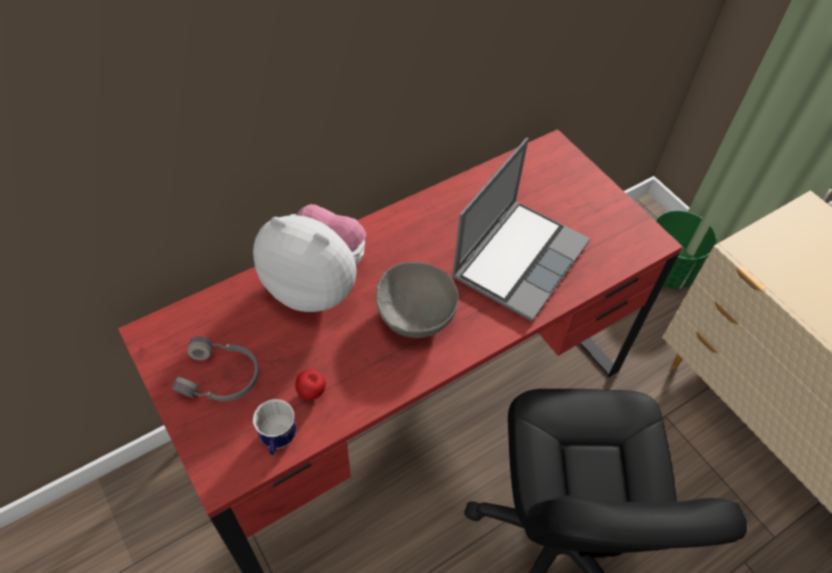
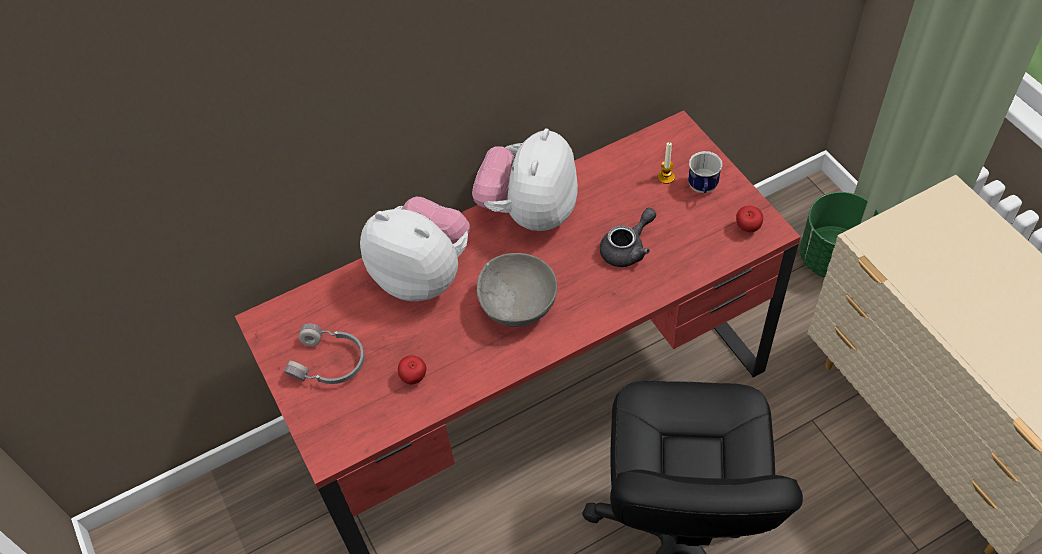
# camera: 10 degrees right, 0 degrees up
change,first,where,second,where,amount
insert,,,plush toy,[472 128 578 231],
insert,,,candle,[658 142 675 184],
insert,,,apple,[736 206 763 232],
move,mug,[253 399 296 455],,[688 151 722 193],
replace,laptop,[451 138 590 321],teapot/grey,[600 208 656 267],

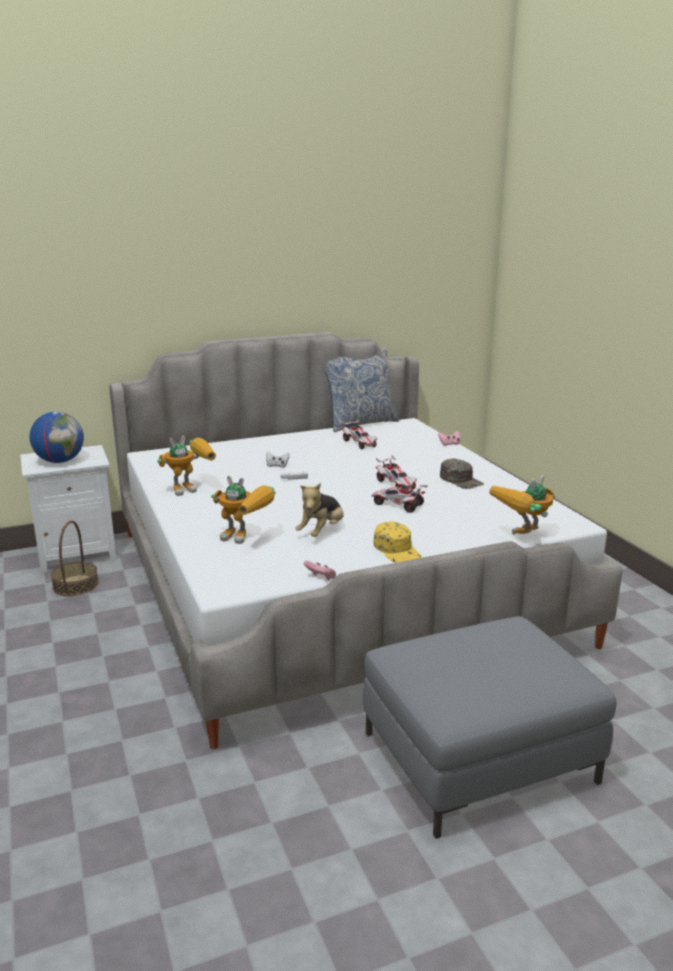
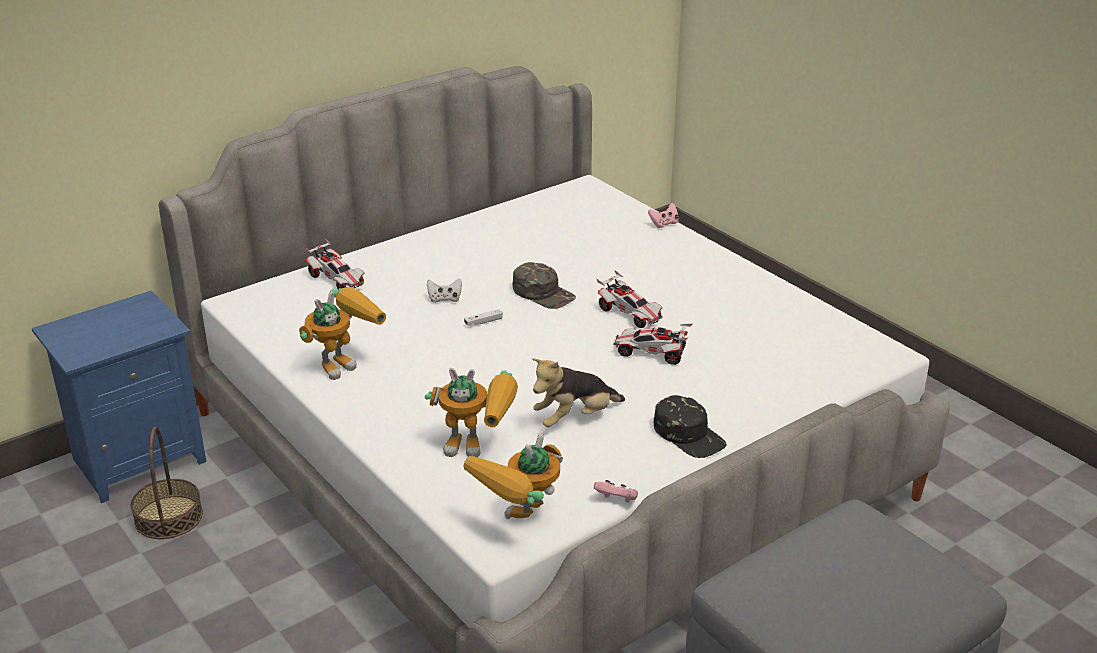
# camera: 15 degrees left, 10 degrees up
change,first,where,second,where,amount
delete,globe,[29 412 84 463],,,
delete,pillow,[325 348 399 432],,,
move,toy car,[342 419 377 449],,[304 238 365 289],
move,cap/green,[440 458 484 489],,[513 262 576 309],
move,toy robot,[489 475 555 535],,[463 433 563 519],
recolor,nightstand/white,[20 445 117 573],nightstand/blue,[32 291 206 503],
recolor,cap/yellow,[374 521 421 563],cap/black,[654 395 727 458],
rotate,plush toy,[295 483 344 537],,[532 358 625 427],45 degrees clockwise

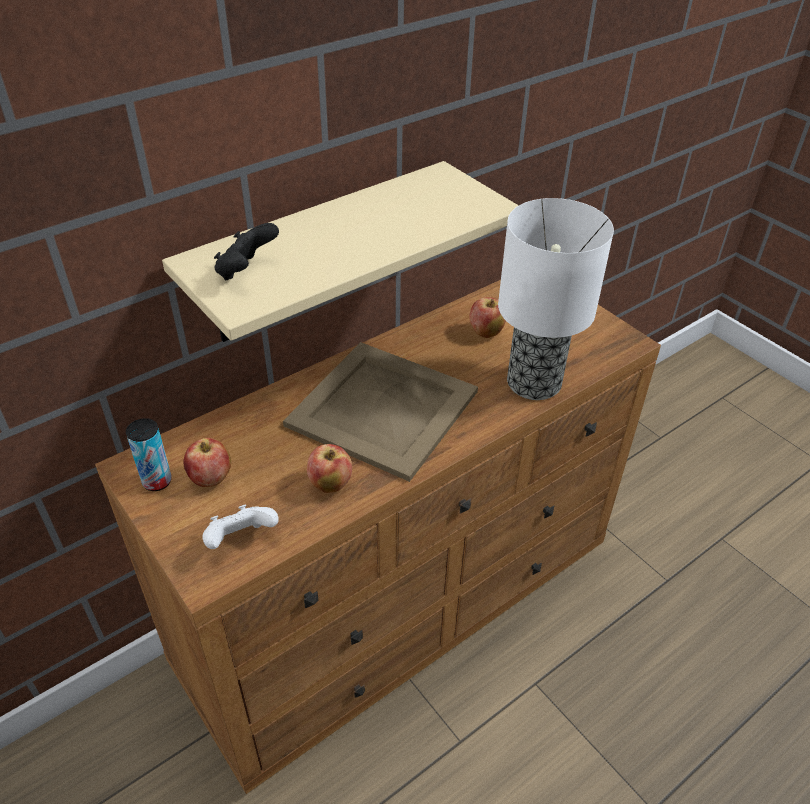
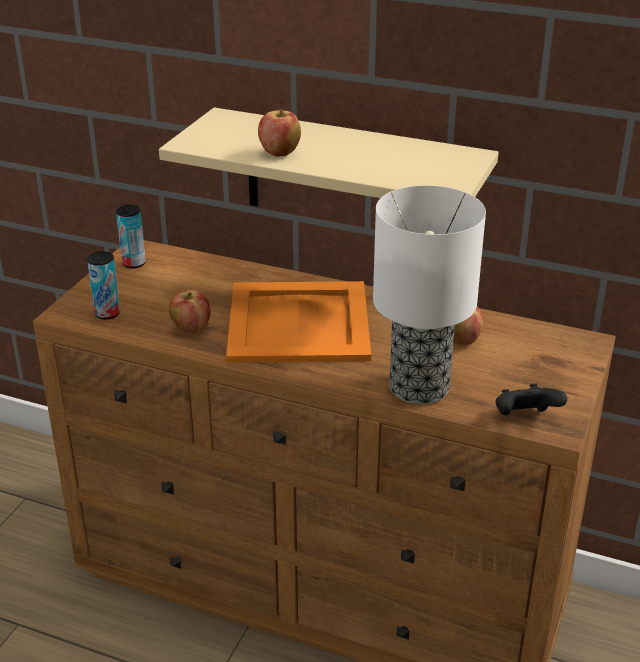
# camera: 60 degrees right, 10 degrees down
change,first,where,second,where,amount
move,apple,[183 438 231 487],,[258 109 301 156],
move,game controller/black,[214 223 279 281],,[496 384 567 415],
replace,game controller/white,[202 504 279 549],can,[87 251 120 320],
recolor,tray/beige,[283 342 478 482],tray/orange,[226 281 371 363],

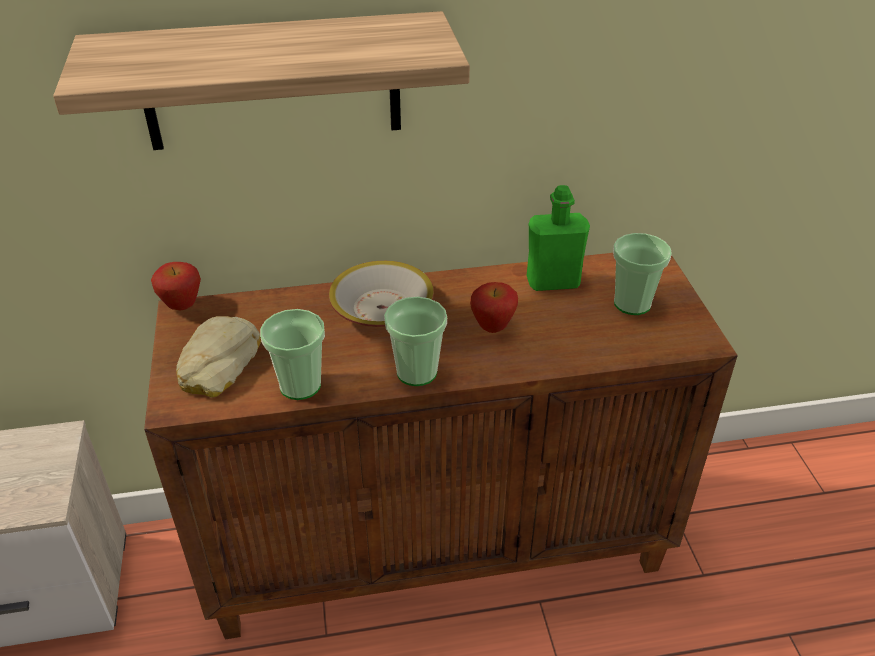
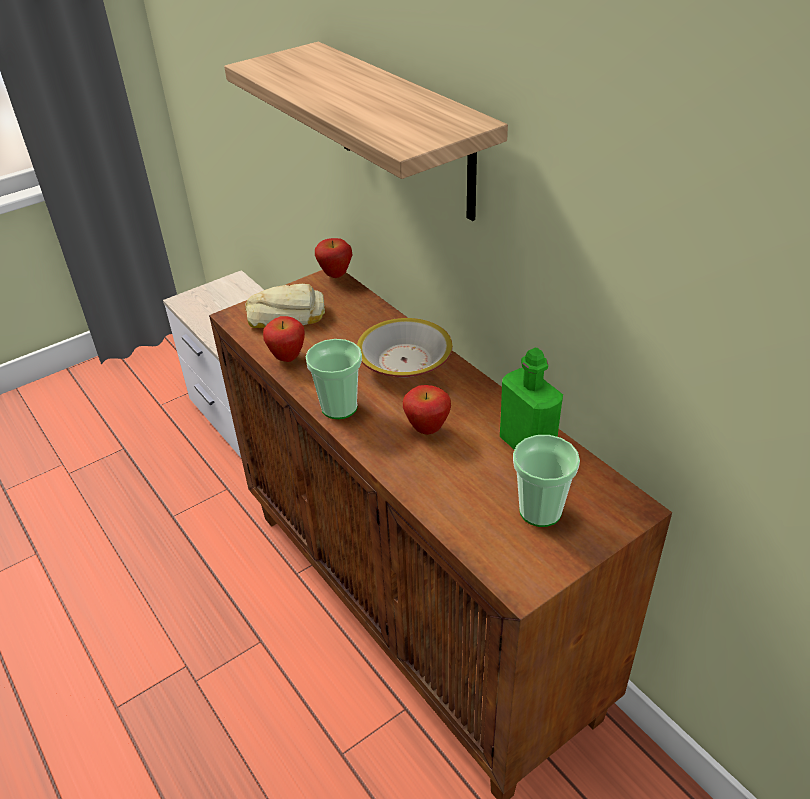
# camera: 65 degrees right, 0 degrees up
change,first,where,second,where,amount
replace,cup,[260 309 325 400],apple,[263 316 305 362],

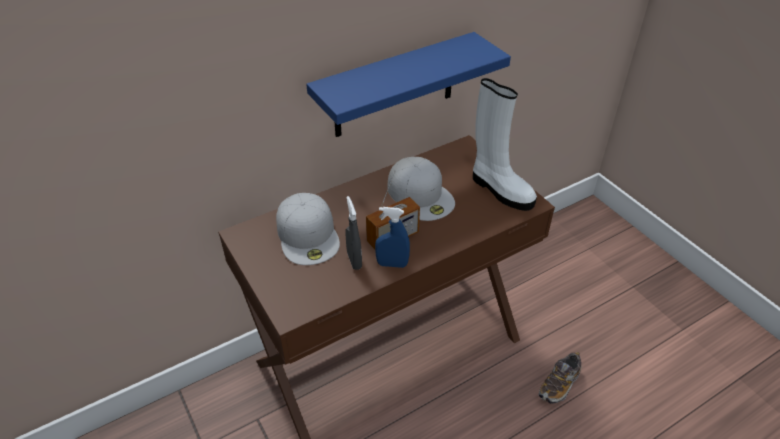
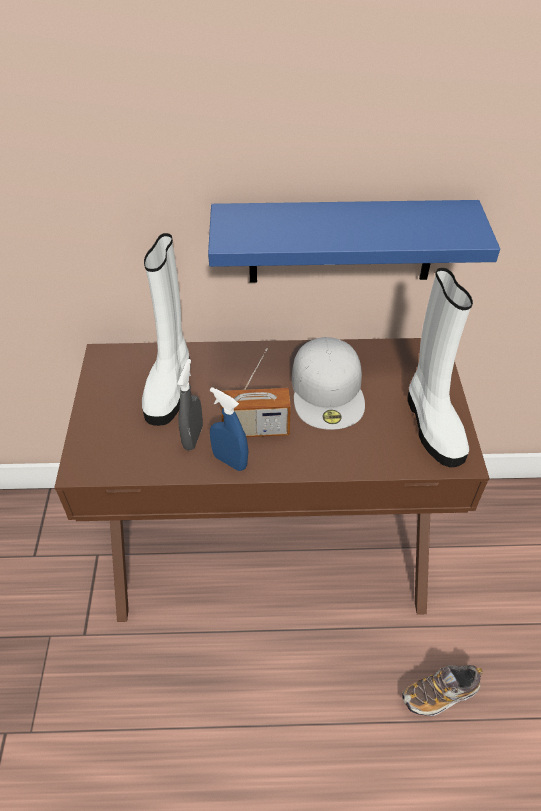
# camera: 30 degrees right, 5 degrees up
change,first,where,second,where,amount
replace,cap/white,[276 193 340 265],boot/white,[142 233 190 426],

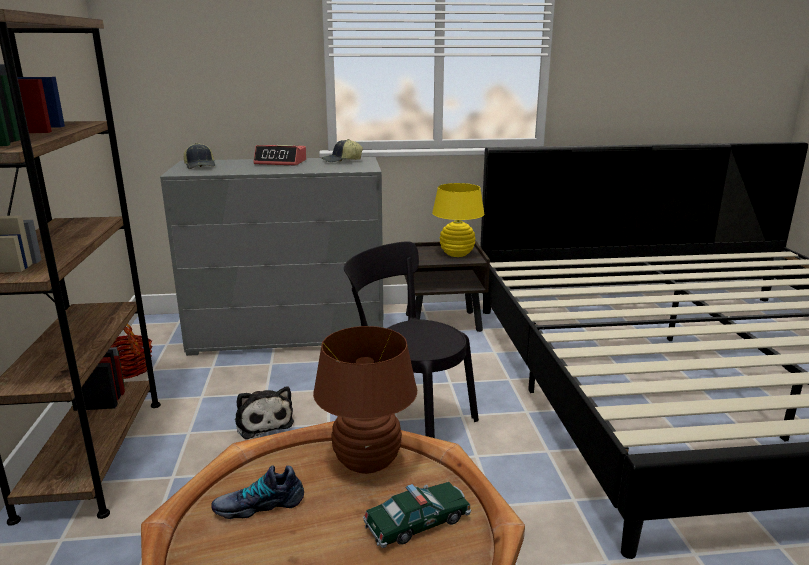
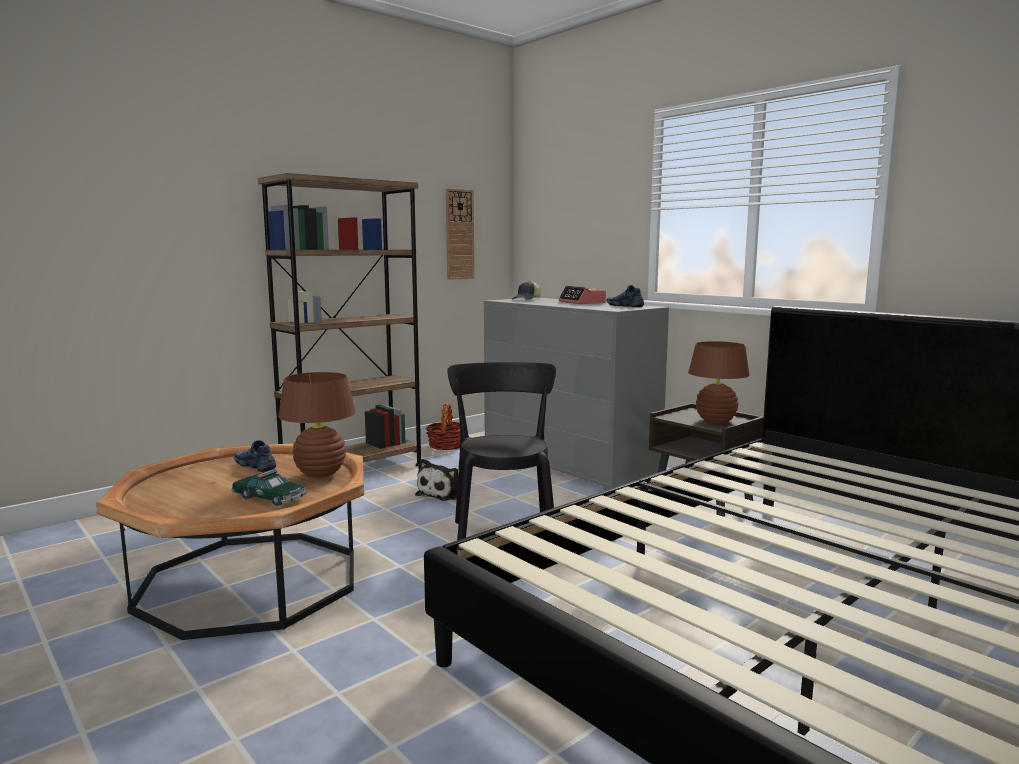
# camera: 55 degrees right, 10 degrees down
change,first,where,second,where,amount
insert,,,wall clock,[446 188 474 280],
replace,cap,[321 139 363 162],shoe,[606 285 644 307],
recolor,table lamp/yellow,[432 183 484 257],table lamp/brown,[688 341 750 424],

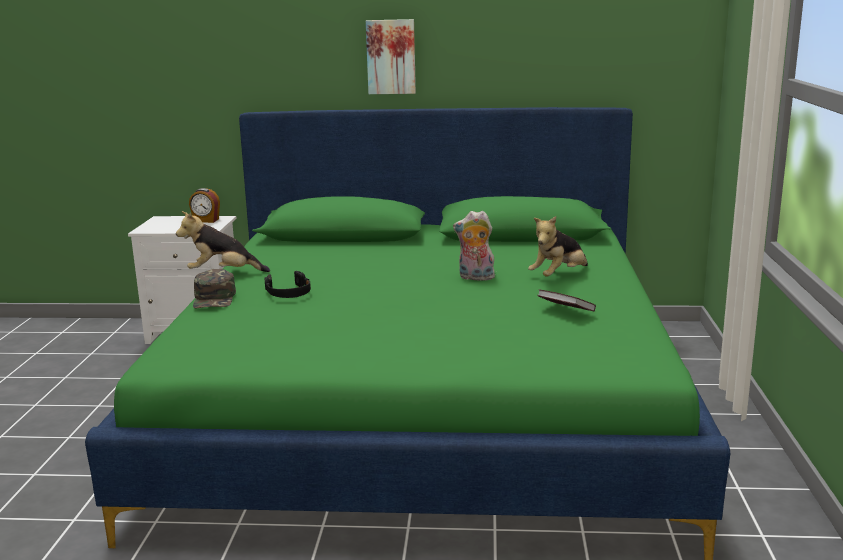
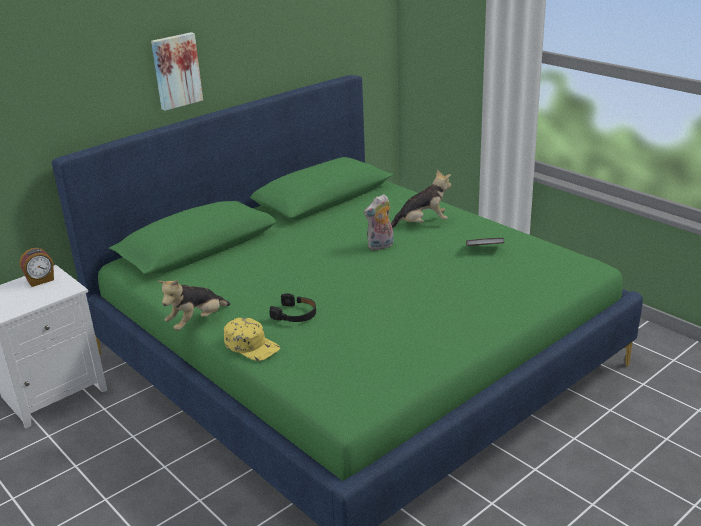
# camera: 45 degrees left, 10 degrees up
change,first,where,second,where,amount
recolor,cap/green,[193 269 236 308],cap/yellow,[224 318 280 361],
rotate,plush toy,[528 216 588 277],,[391 170 452 228],105 degrees counterclockwise

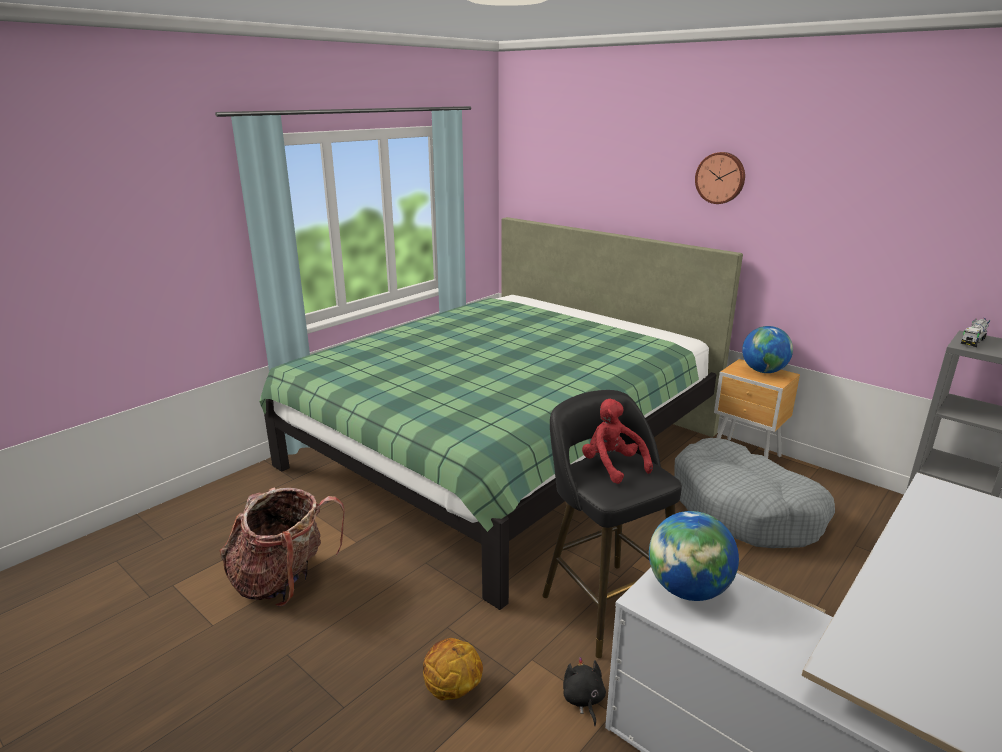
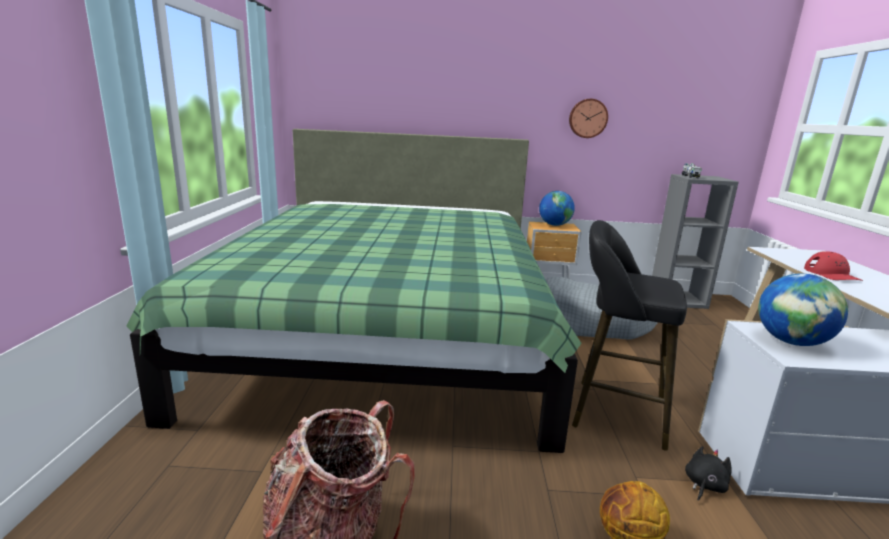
# camera: 40 degrees left, 5 degrees down
change,first,where,second,where,amount
delete,plush toy/red,[582 399 653 484],,,
insert,,,cap/red,[804 251 863 281],
move,wall clock,[695 152 745 204],,[569 99 608 138],
rotate,plush toy/black,[563 657 606 726],,[685 446 732 501],90 degrees clockwise

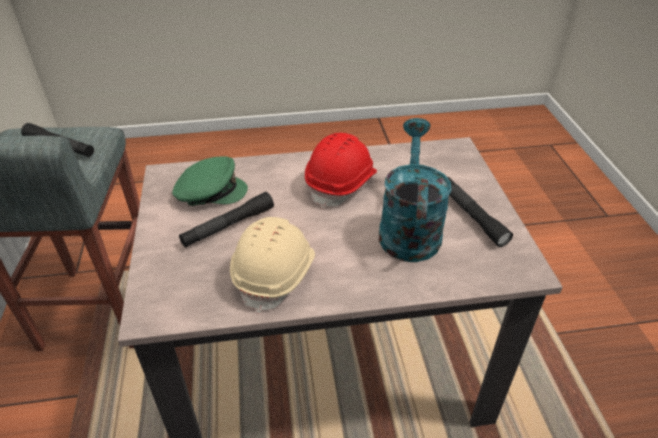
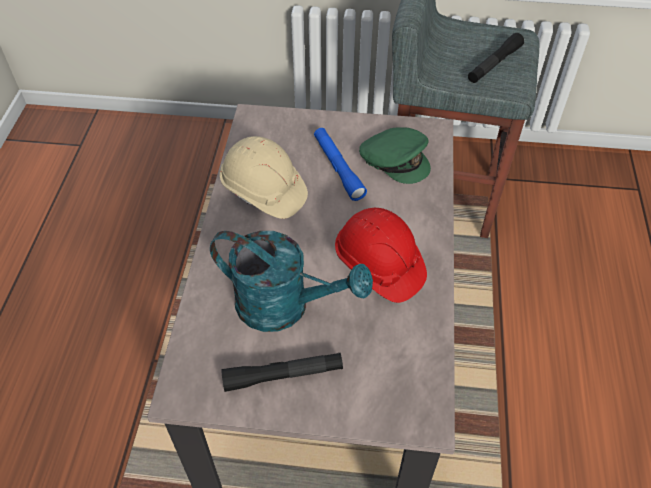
# camera: 105 degrees right, 10 degrees up
change,first,where,second,where,amount
recolor,flashlight/black,[179 192 274 248],flashlight/blue,[314 128 367 201],
rotate,cap/green,[172 156 248 206],,[359 127 431 184],60 degrees counterclockwise

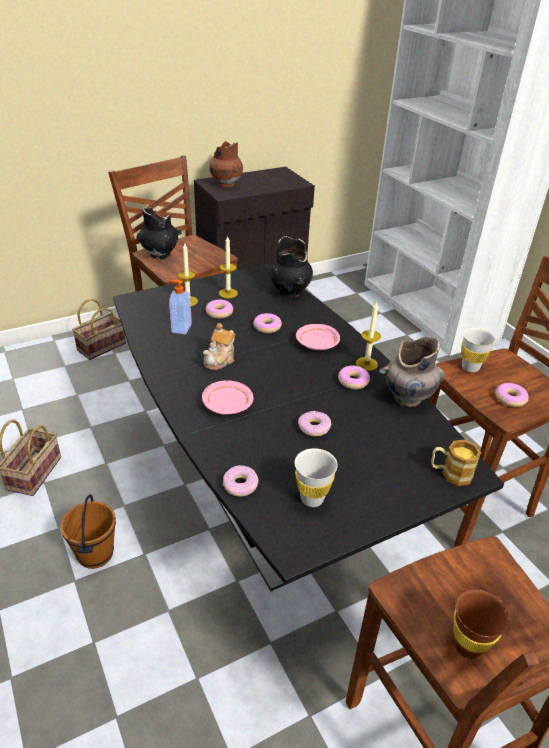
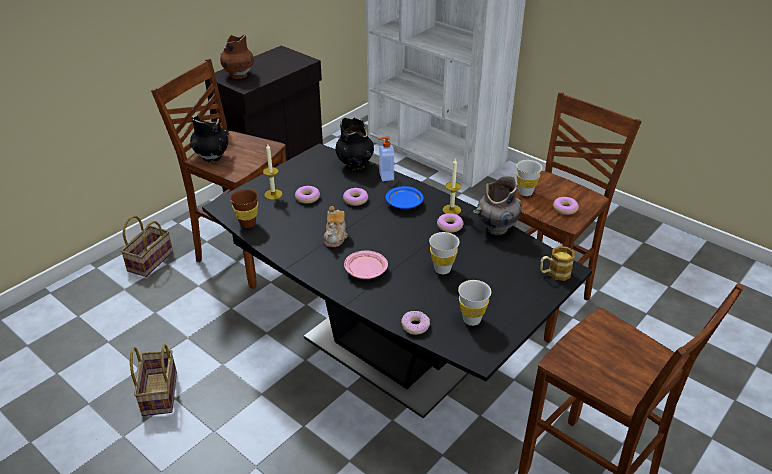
# camera: 20 degrees left, 0 degrees up
change,first,where,second,where,amount
delete,bucket/brown,[60 494 116 569],,,
delete,candle,[219 235 238 298],,,
move,soap dispenser,[169 280 192 334],,[379 137 394 181],
move,cup/brown,[453 589 509 659],,[230 189 258 228],
replace,donut,[298 411 331 437],cup/white,[429 232 460 274],
recolor,plate/pink,[296 324 340 350],plate/blue,[386 186 424 209],

